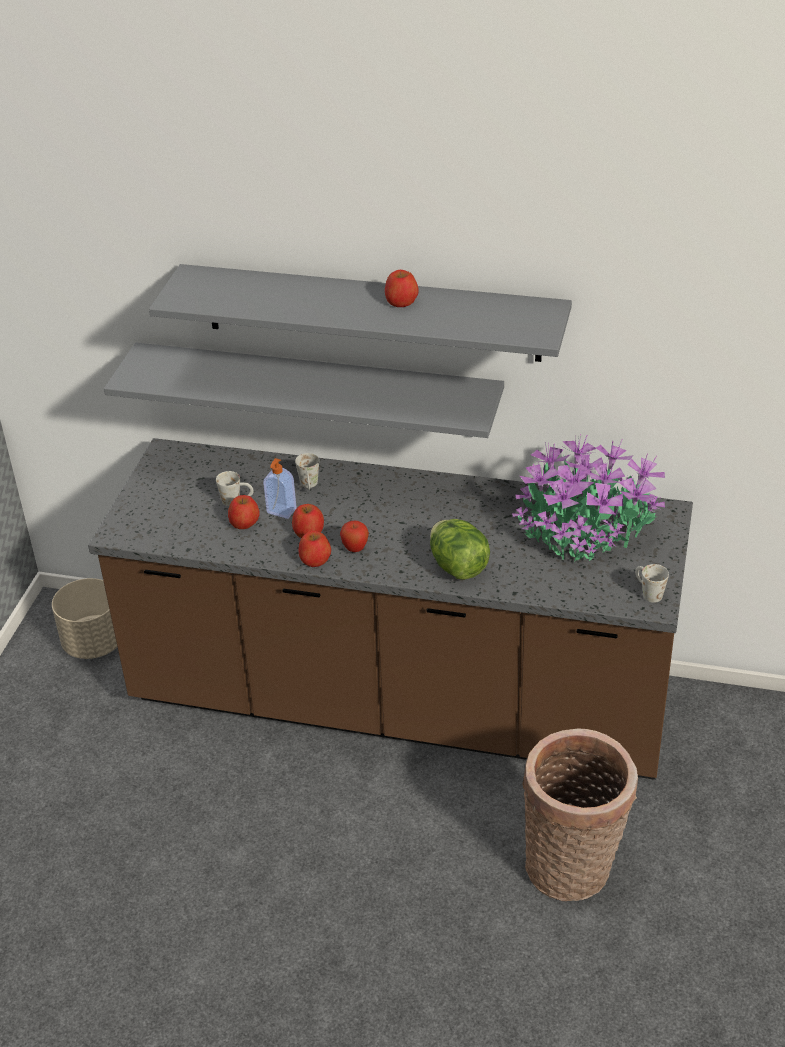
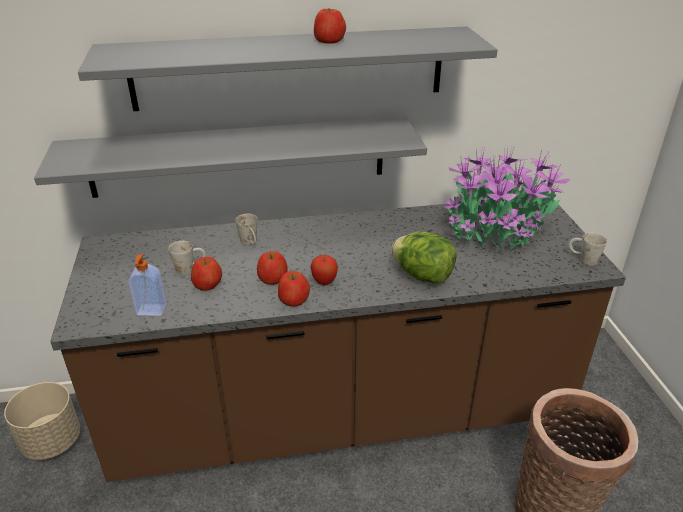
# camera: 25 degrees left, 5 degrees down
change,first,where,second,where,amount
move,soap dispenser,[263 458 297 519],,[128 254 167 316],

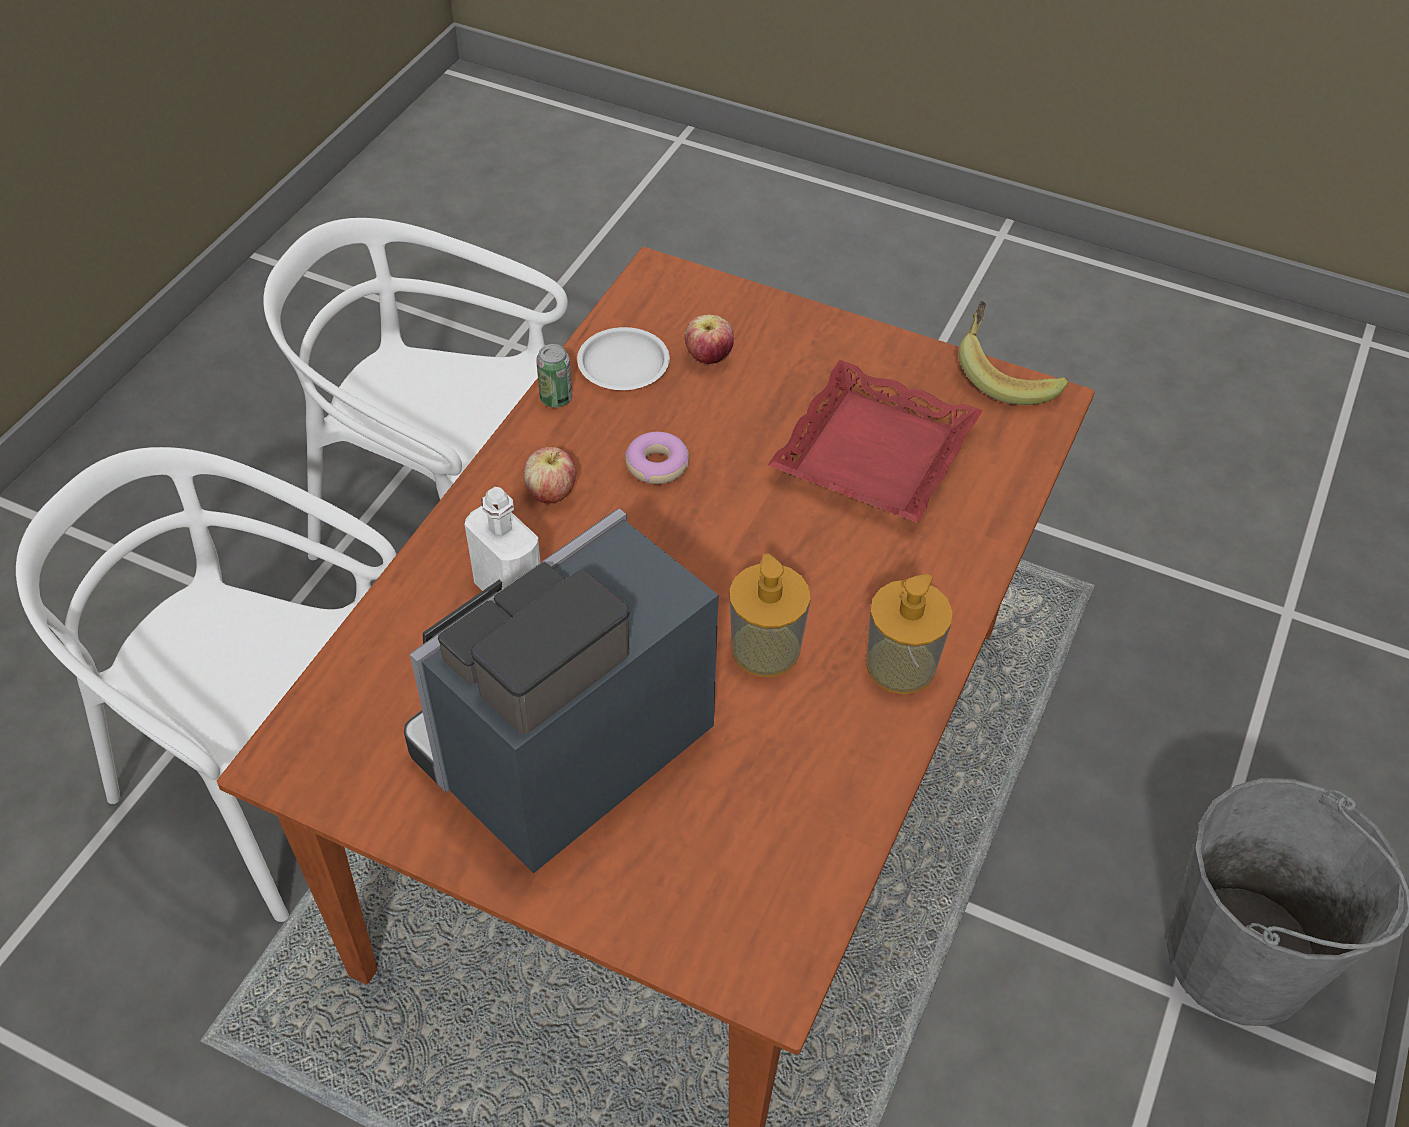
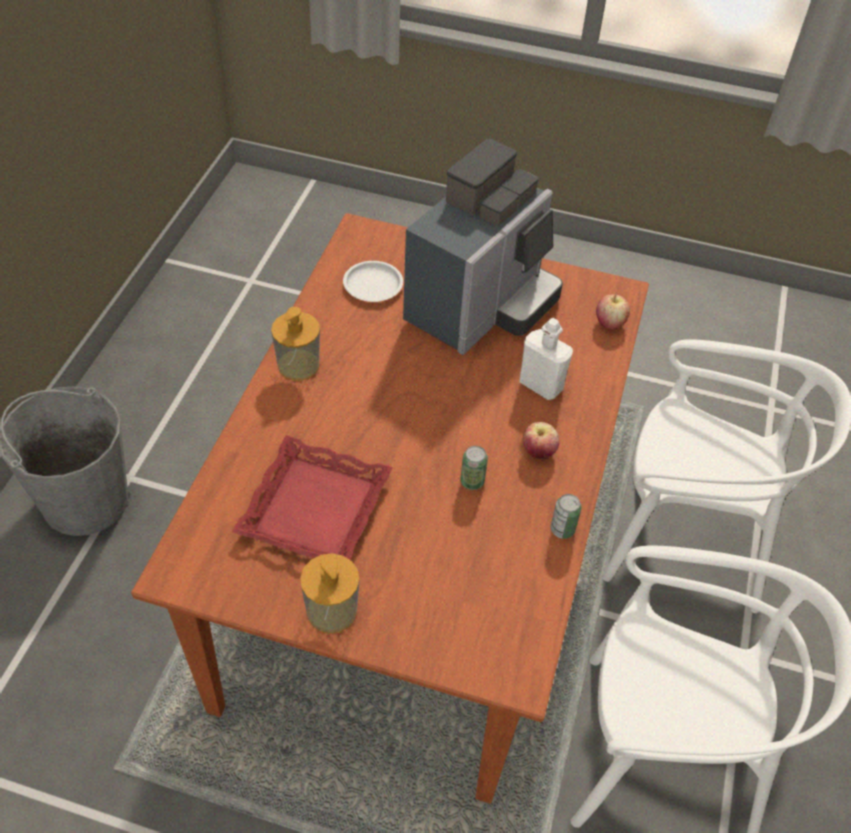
# camera: 170 degrees right, 0 degrees up
change,first,where,second,where,amount
delete,banana,[959 301 1068 405],,,
move,plate/white,[577 327 670 390],,[343 261 403 302],
move,apple,[685 315 734 364],,[596 294 630 330],
move,soap dispenser,[729 553 810 677],,[300 553 360 634],
replace,donut,[625 432 689 484],can,[460 446 488 490],

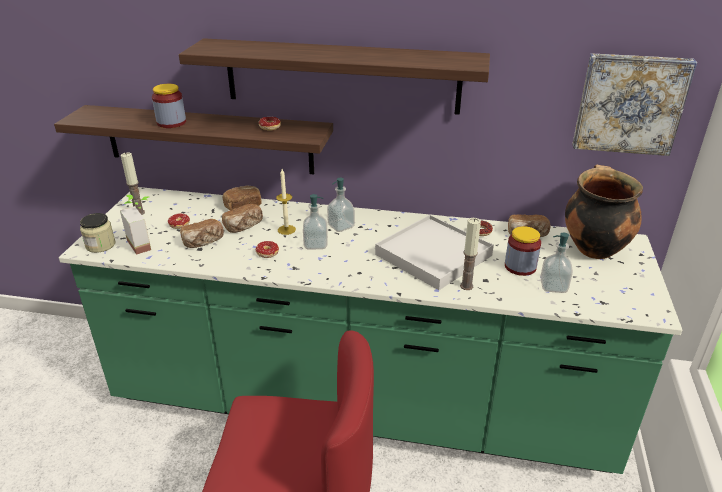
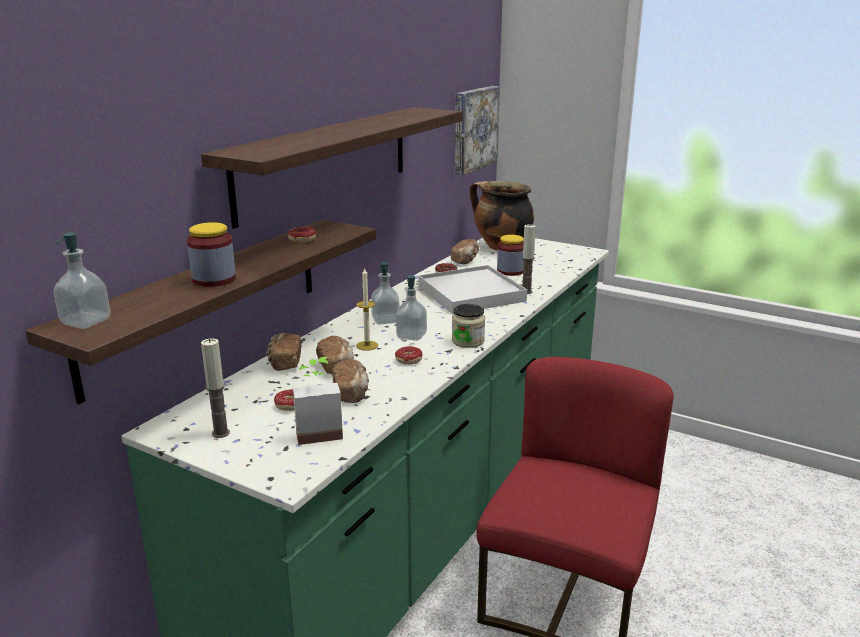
# camera: 70 degrees left, 10 degrees down
change,first,where,second,where,amount
move,jar,[80 213 115 253],,[452 304 485 348],
move,soap dispenser,[540 233 573 293],,[53 233 111 329],

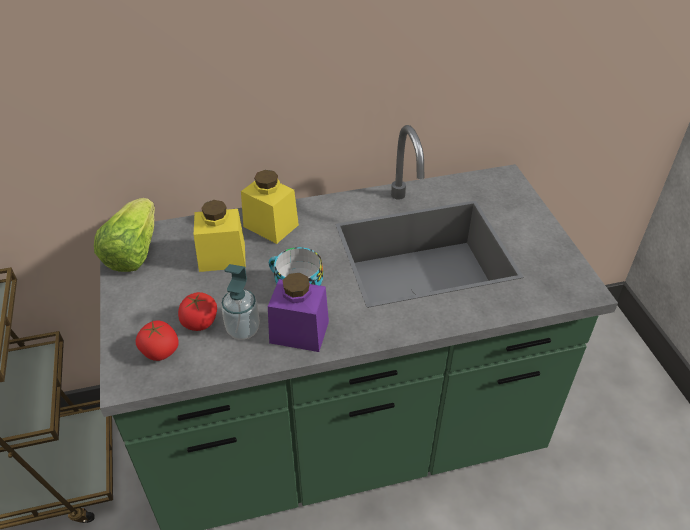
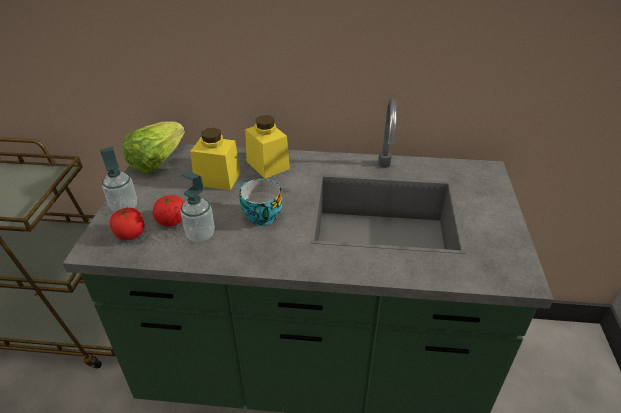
# camera: 20 degrees right, 5 degrees down
change,first,where,second,where,amount
delete,jar/purple,[268 273 329 352],,,
insert,,,soap dispenser,[100 147 137 212],

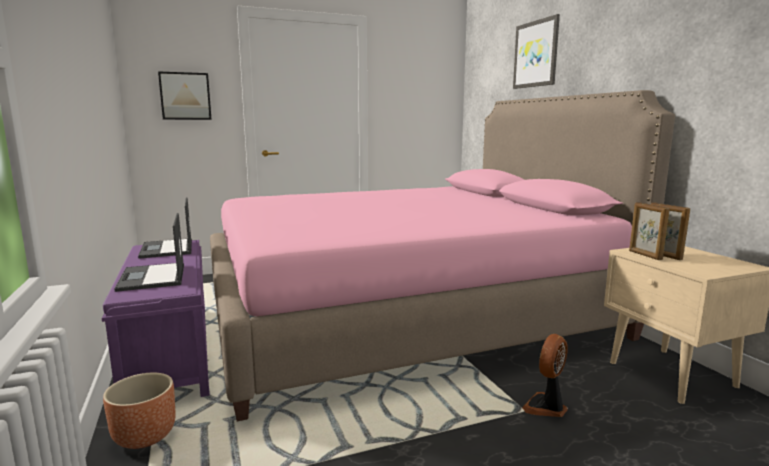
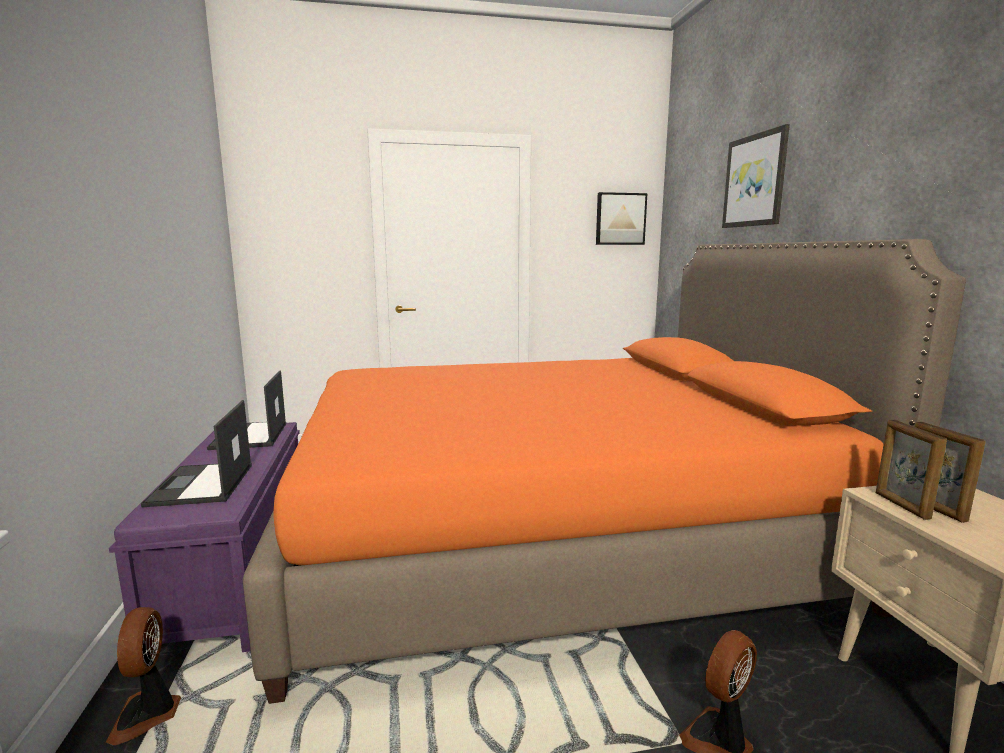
# camera: 10 degrees right, 0 degrees up
change,first,where,second,where,amount
move,picture,[158 71 212 120],,[596 192 648 245],
replace,planter/brown,[103 373 176 449],fan,[106 607 181 745],
recolor,bed/pink,[210 90 675 421],bed/orange,[242 239 966 704],

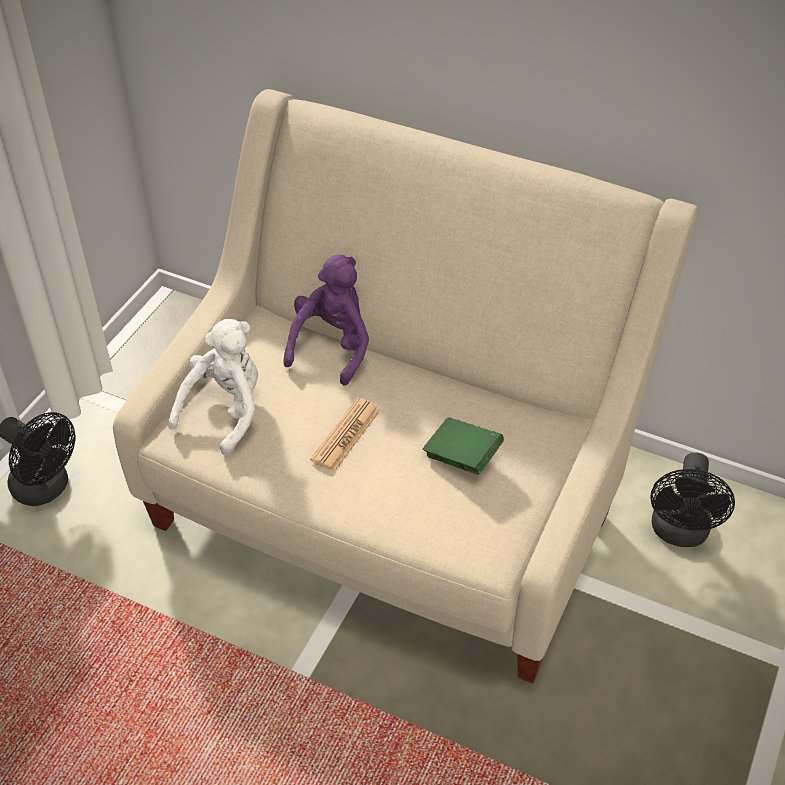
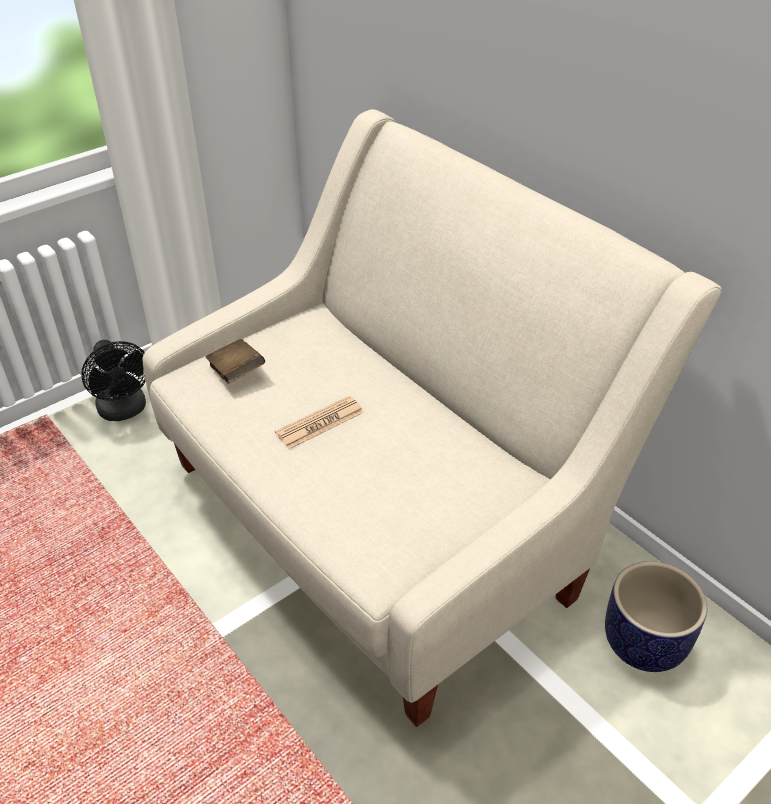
# camera: 25 degrees right, 5 degrees down
change,first,where,second,where,amount
delete,plush toy/purple,[283 255 369 385],,,
delete,book/green,[423 417 504 475],,,
replace,plush toy/white,[169 319 258 456],book/brown,[206 339 265 384],
replace,fan/black,[650 452 735 547],planter,[605 561 707 672],

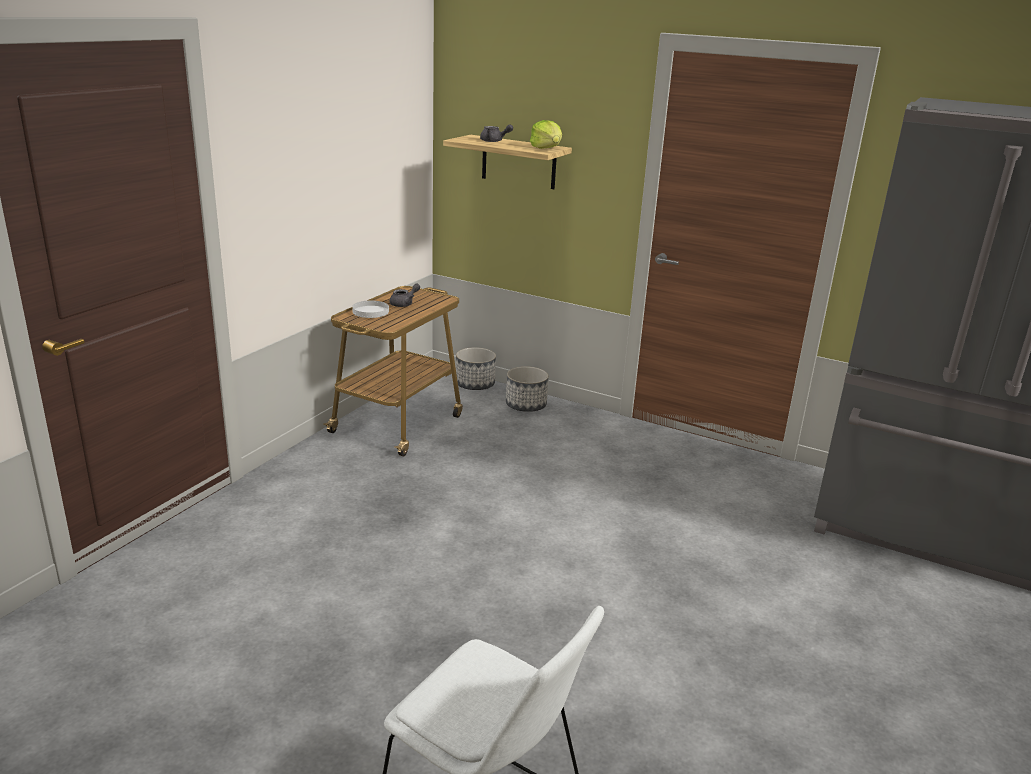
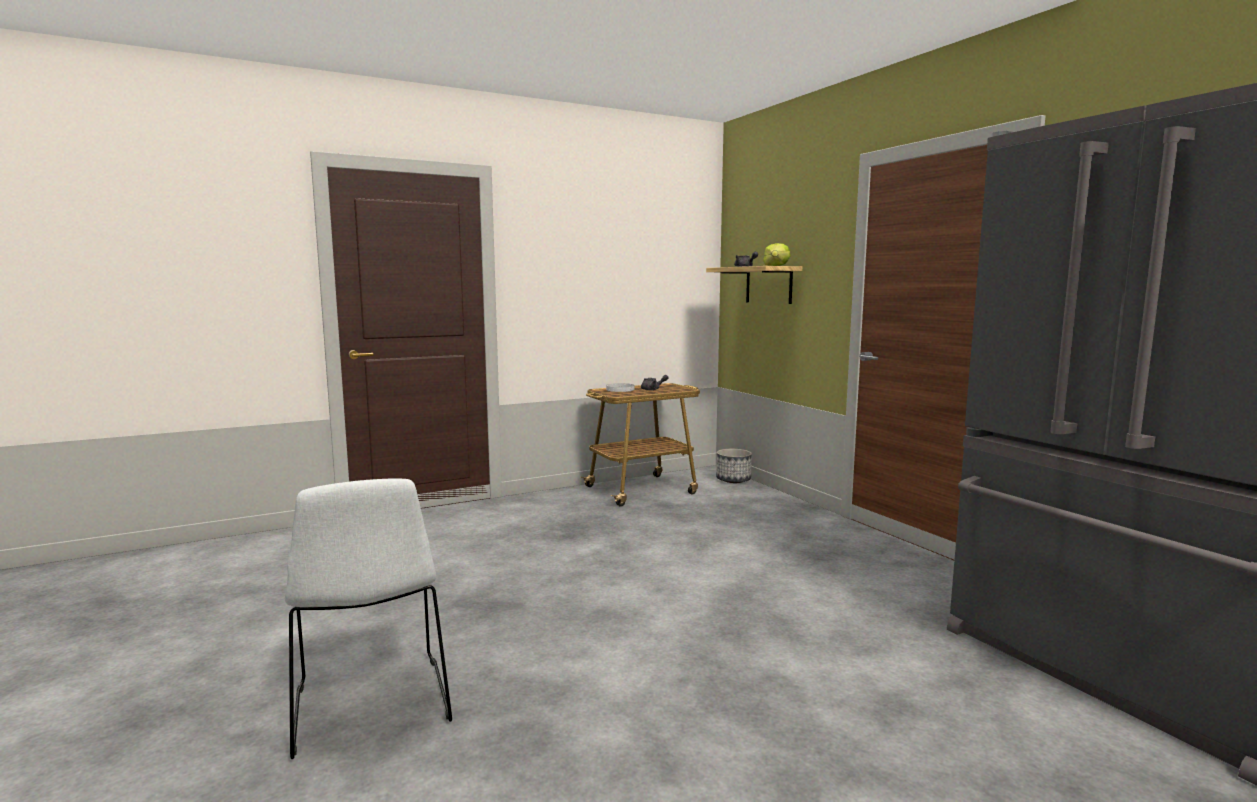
# camera: 35 degrees right, 15 degrees down
change,first,where,second,where,amount
delete,planter,[506 366 549 412],,,

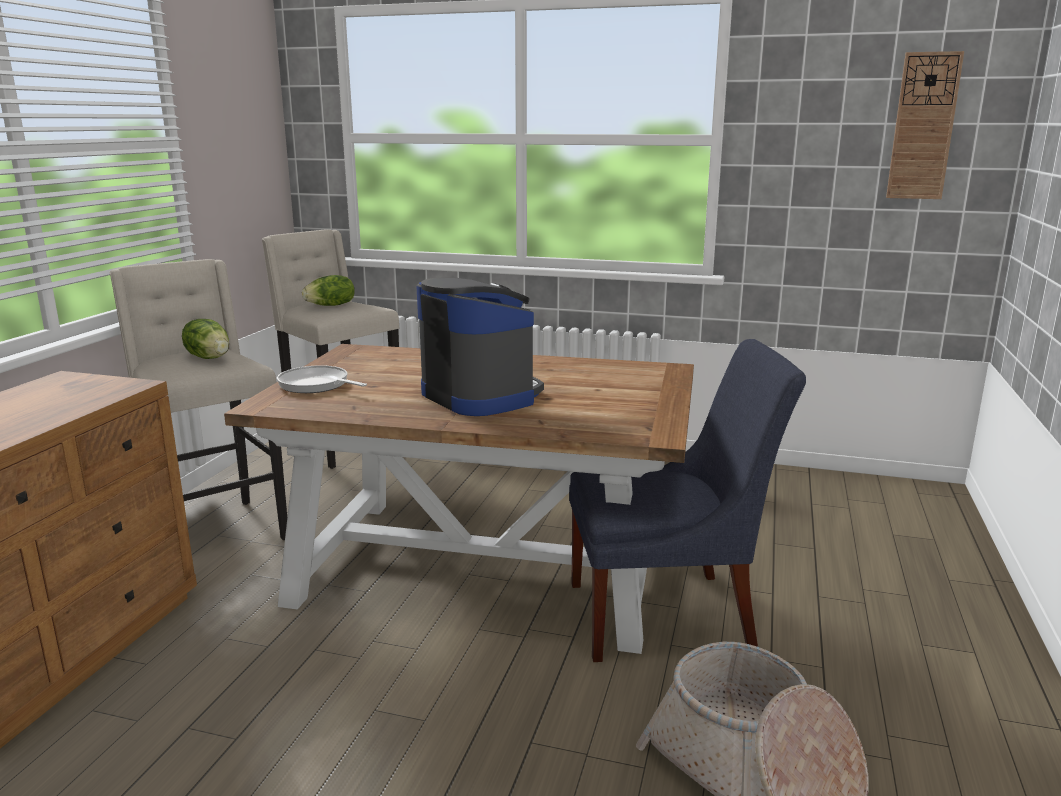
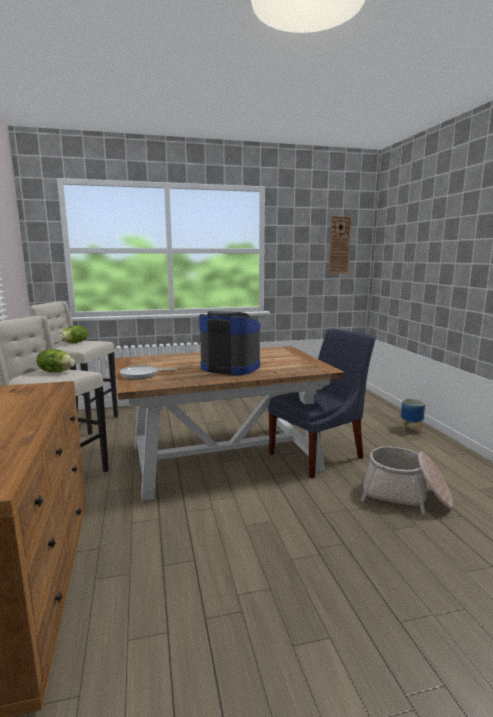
# camera: 30 degrees left, 5 degrees down
change,first,where,second,where,amount
insert,,,planter,[401 399 425 434],

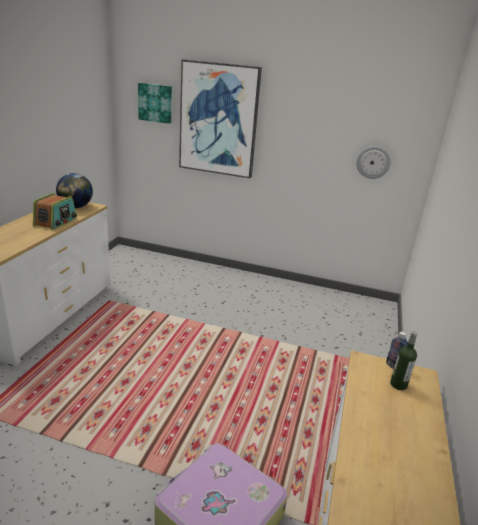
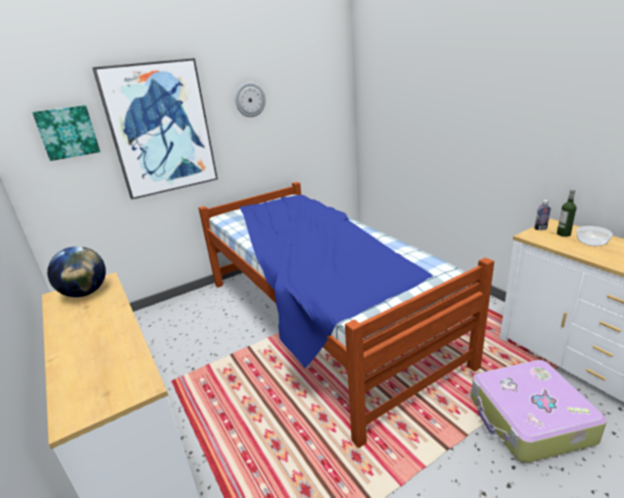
# camera: 45 degrees left, 0 degrees up
change,first,where,second,where,amount
delete,radio,[33 193 77 230],,,
insert,,,bed,[199 182 494 448],
insert,,,bowl,[577 226 613 246],
move,wall clock,[357 146 391 179],,[235 82 266 117],

